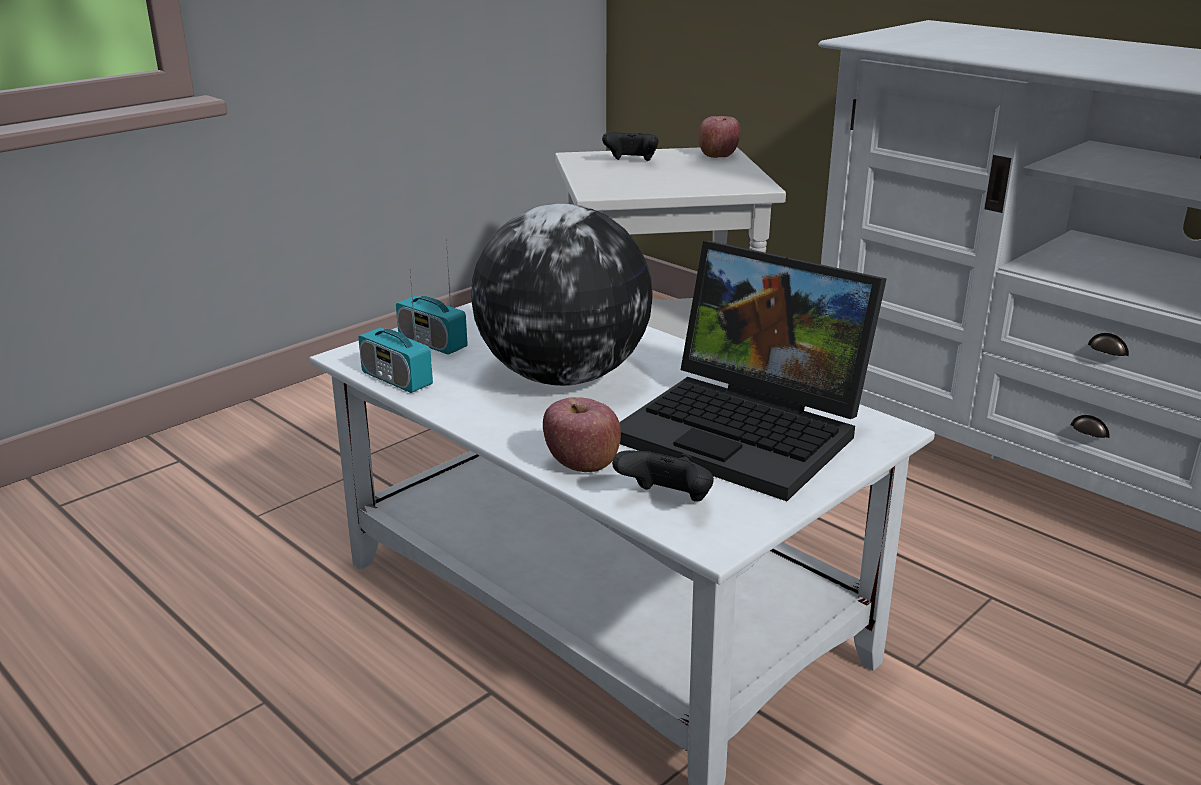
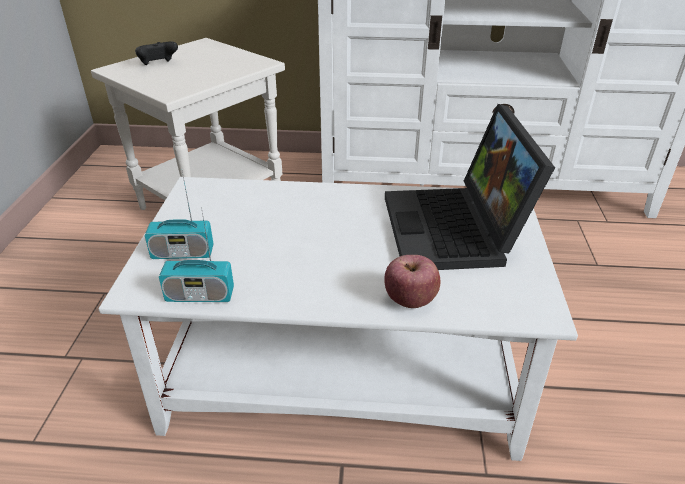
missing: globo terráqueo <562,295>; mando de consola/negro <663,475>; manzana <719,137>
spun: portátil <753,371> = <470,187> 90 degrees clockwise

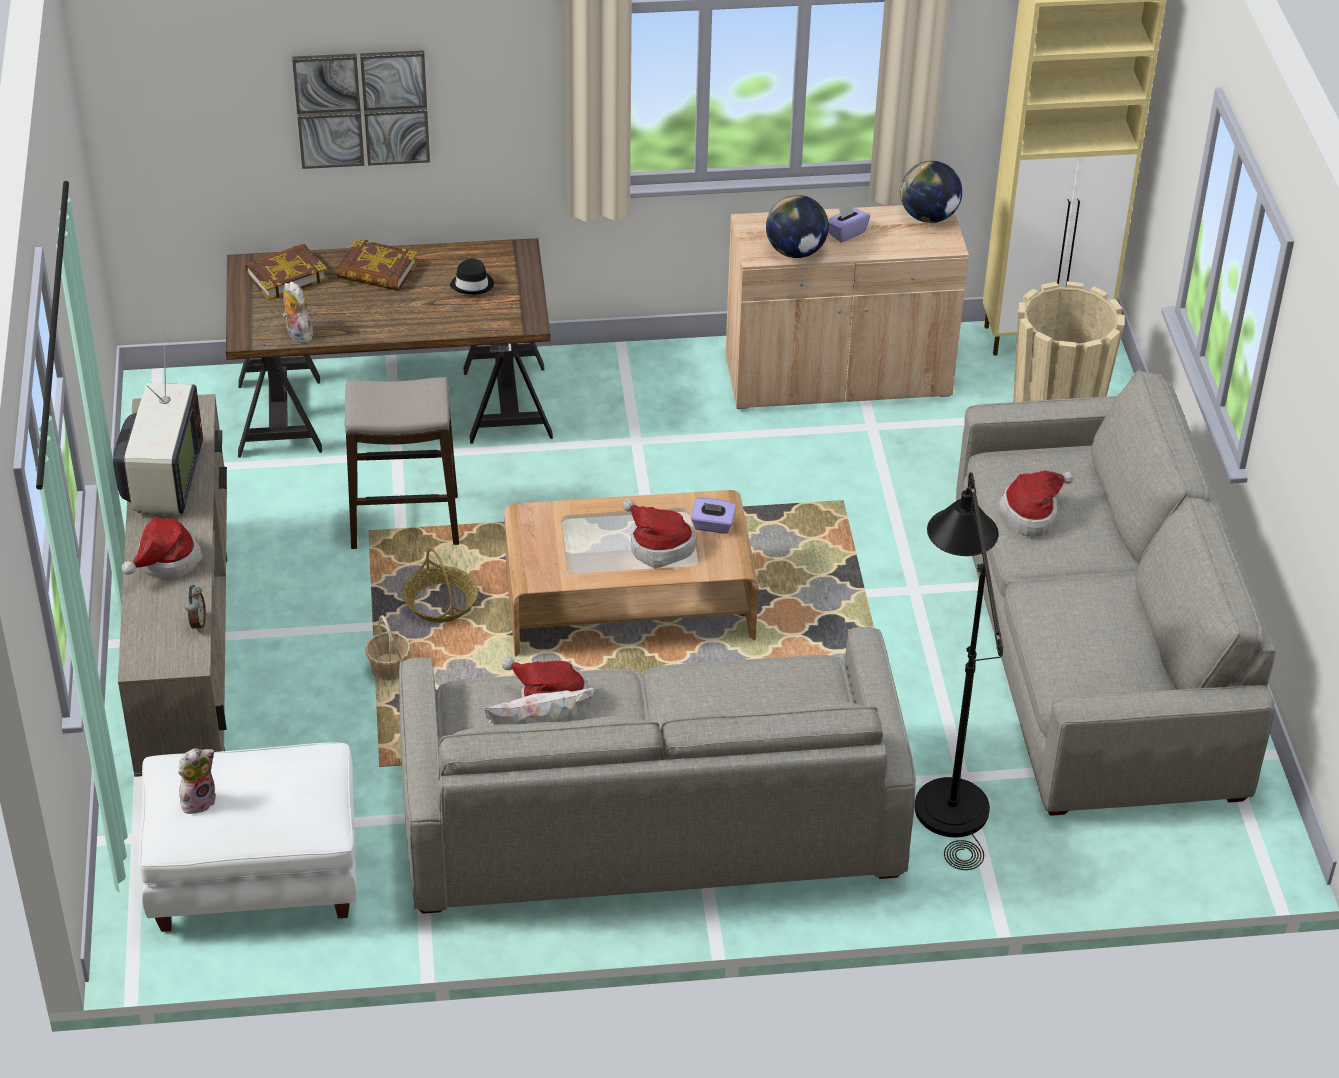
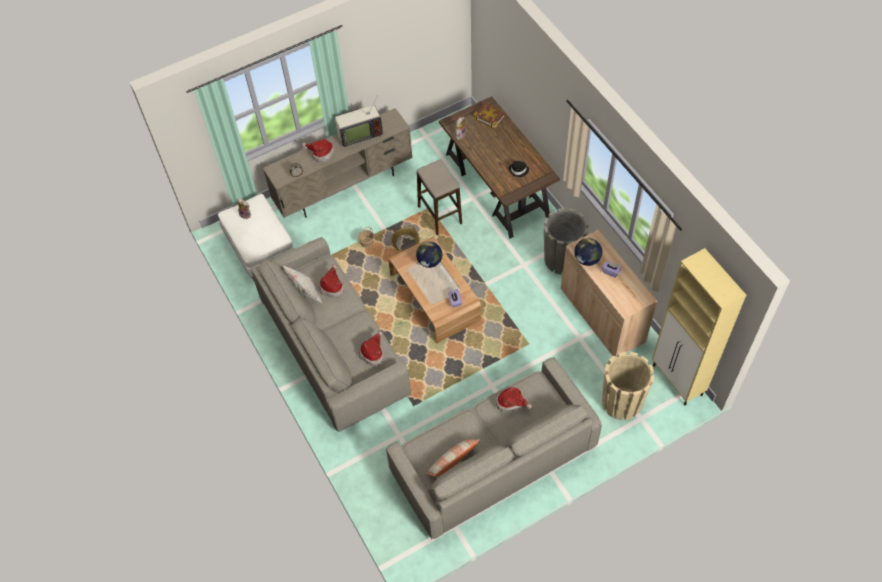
missing: cuadro <361,109>; libro <377,265>; lámpara de pie/negro <959,671>
appeared: cojín <452,458>; maceta/gris <566,241>
relocated: sombrero <659,533> to <371,348>; globo terráqueo <931,192> to <429,254>

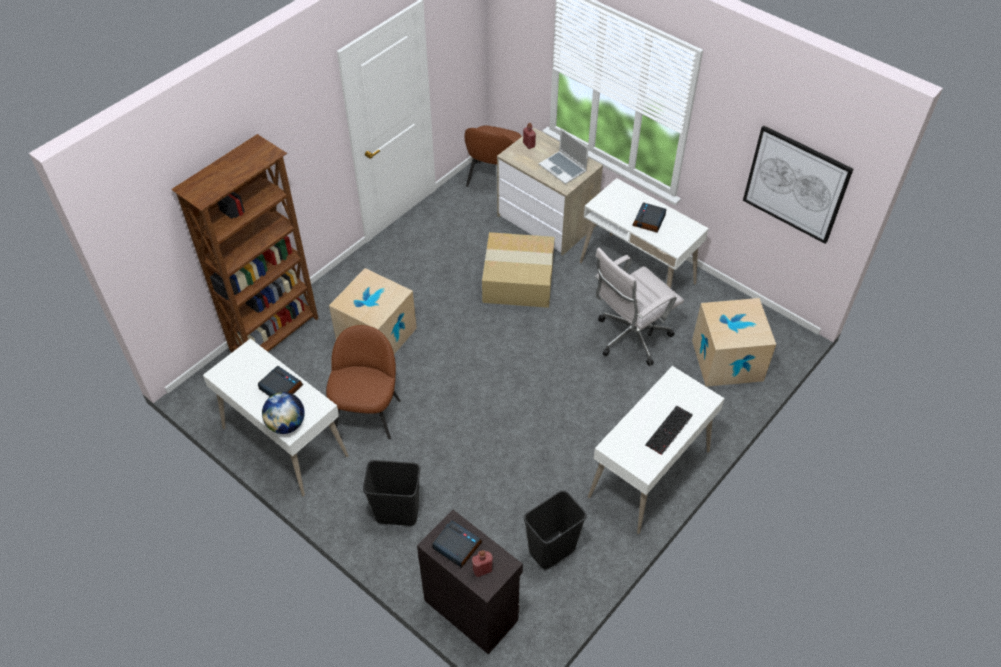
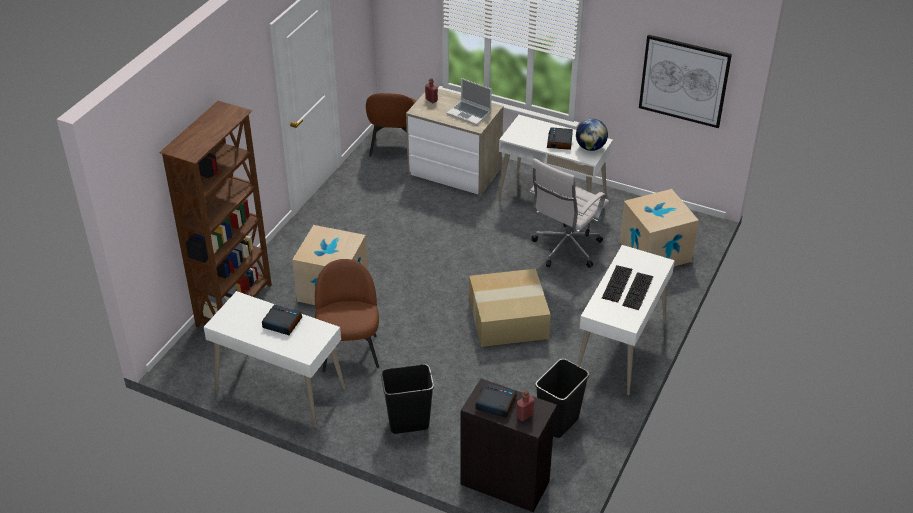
appeared: teclado <617,284>
relocated: globo terráqueo <283,413> to <592,135>; caja de cartón <518,270> to <510,308>

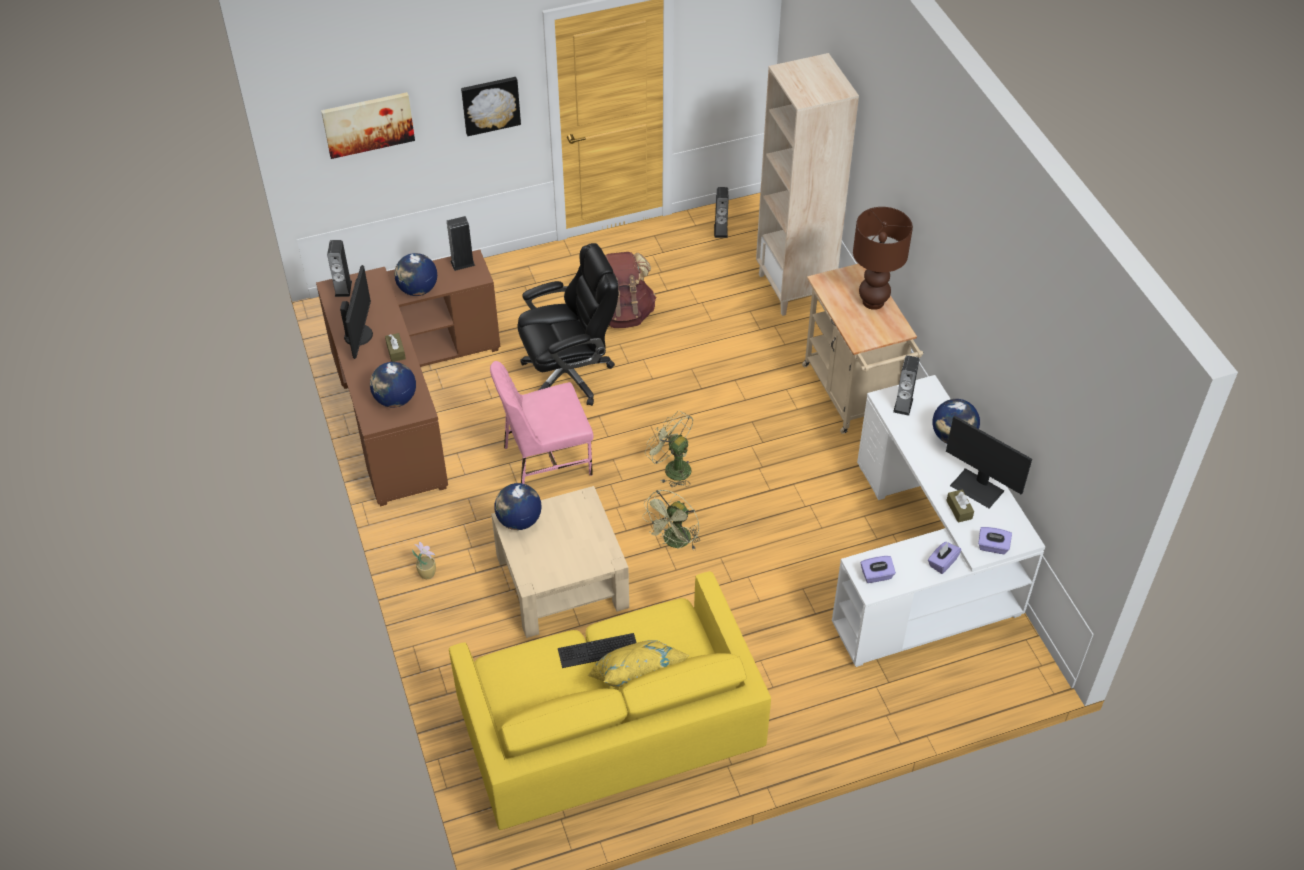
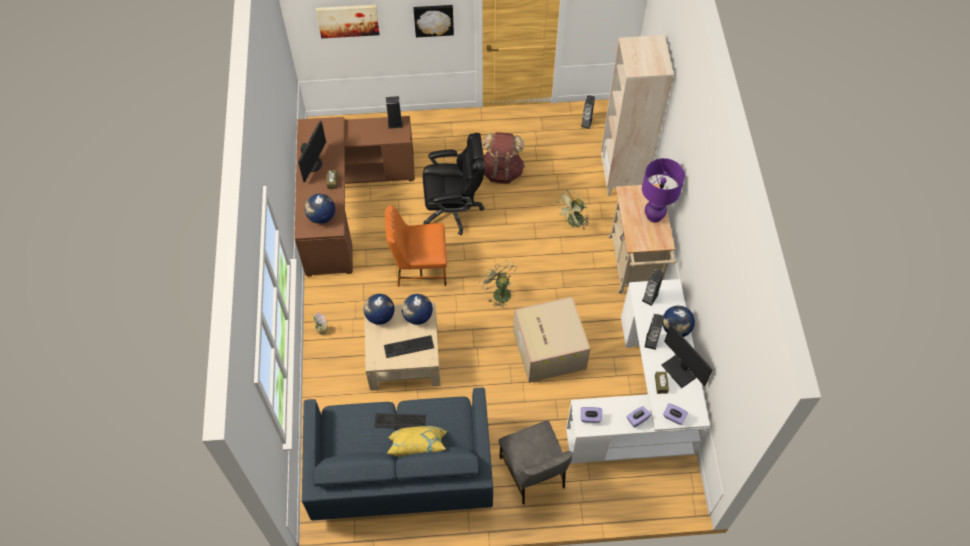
appeared: teclado <409,346>; silla/gris <535,462>; caja de cartón <551,340>
relocated: altavoz <339,268> to <654,332>; globo terráqueo <415,274> to <417,309>; ventilador/verde <671,520> to <572,210>
colour: sofá/amarillo <610,700> to sofá/azul <397,454>; silla/rosa <542,422> to silla/naranja <416,246>; lámpara de mesa/marrón <883,258> to lámpara de mesa/morado <663,190>

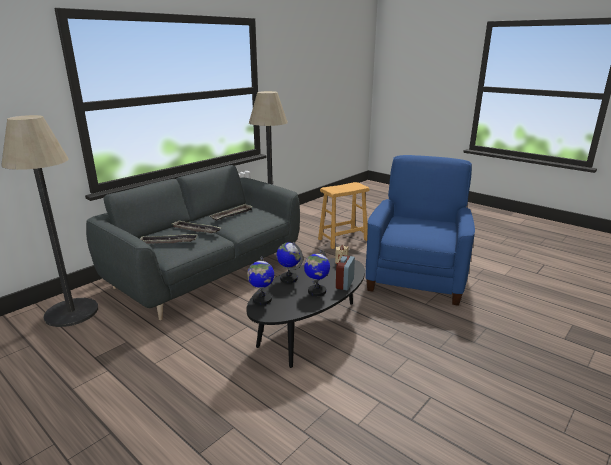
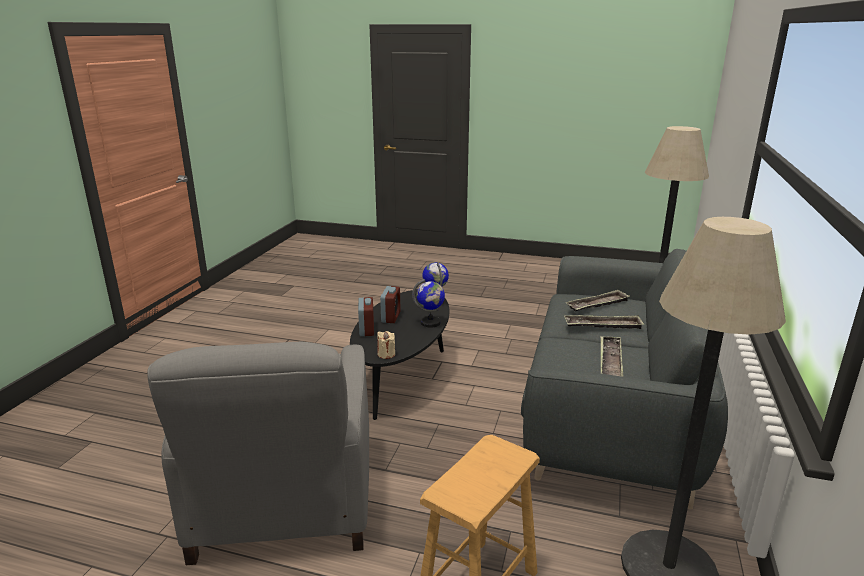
exchanged: globo terráqueo <317,273> to despertador <390,304>
colour: sillón/azul <420,230> to sillón/gris <258,453>

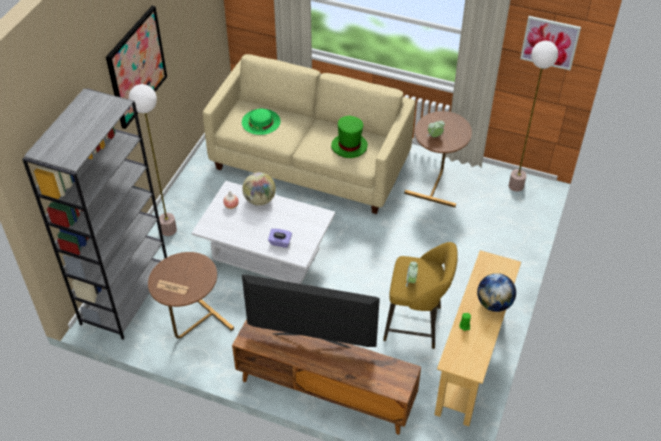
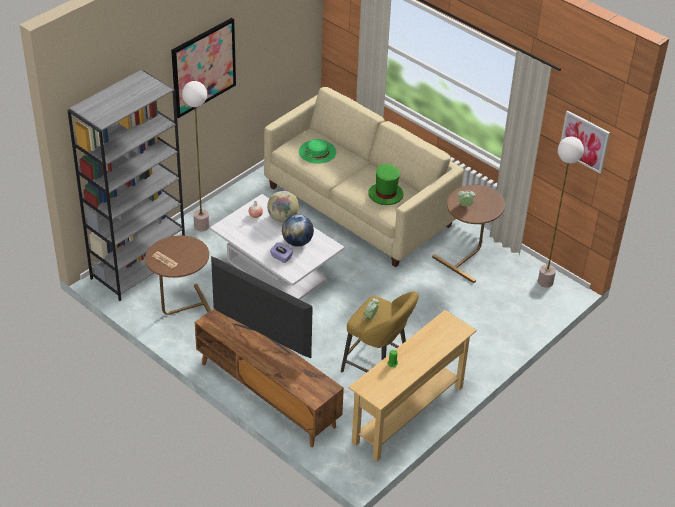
relocated: globo terráqueo <496,292> to <298,231>

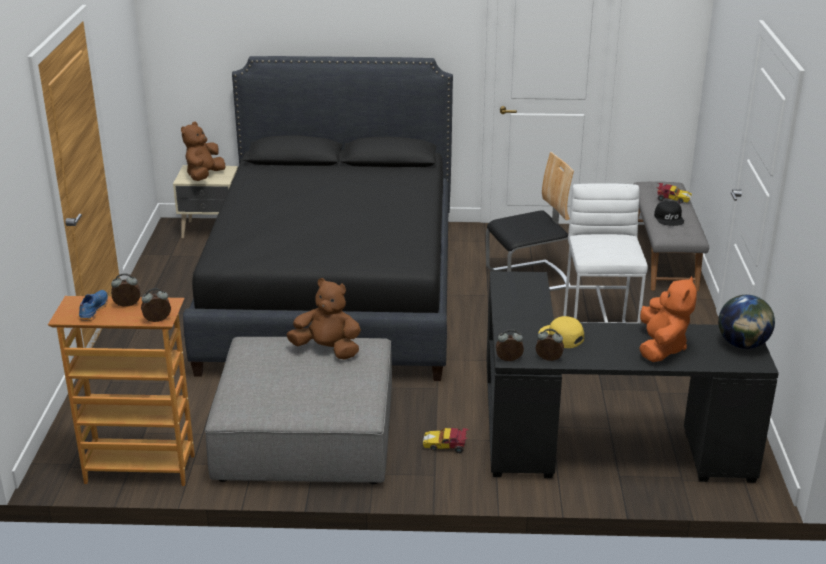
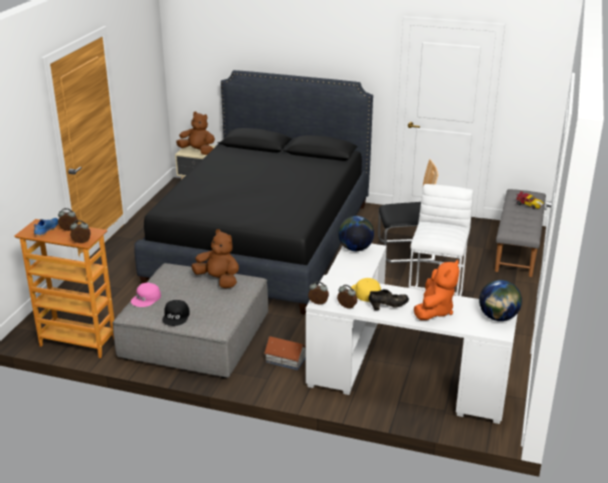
appeared: gorra/rosa <146,295>; globo terráqueo <356,233>; zapato/negro <389,299>
relocated: gorra/negro <669,213> to <176,313>
exchanged: coche de juguete <445,440> to casita <285,353>
colour: escritorio/negro <633,377> to escritorio/blanco <412,334>
spun: peluche/marrón <203,151> = <195,133> 75 degrees clockwise

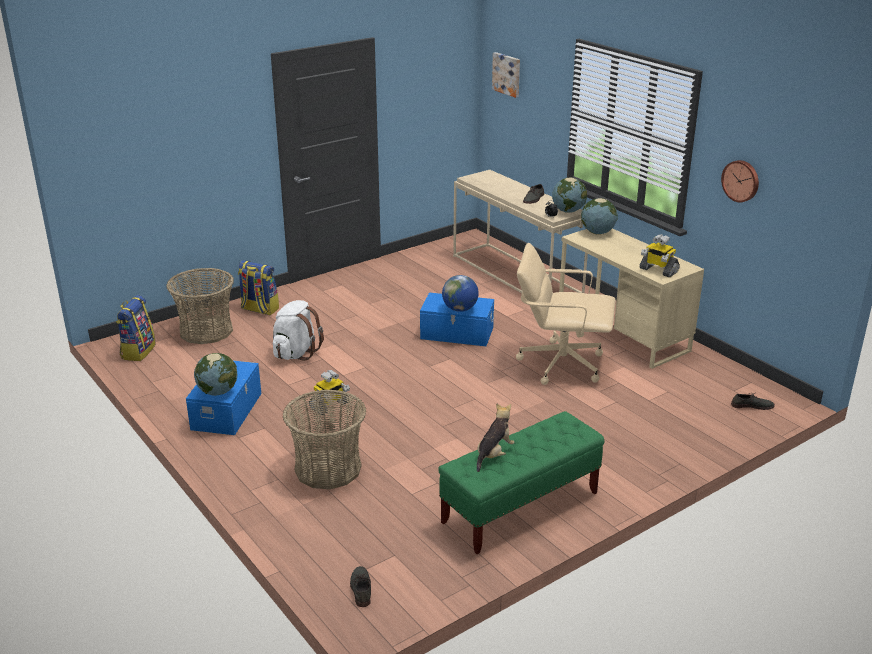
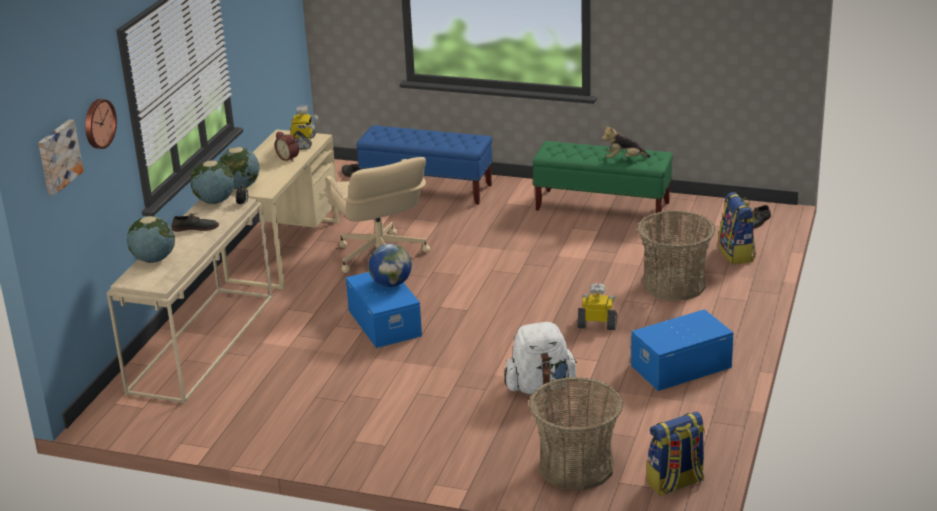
appeared: despertador <287,146>; banco/azul <425,165>
relocated: globo terráqueo <215,374> to <151,239>; mochila <258,287> to <737,228>; reloj de pared <740,181> to <101,124>

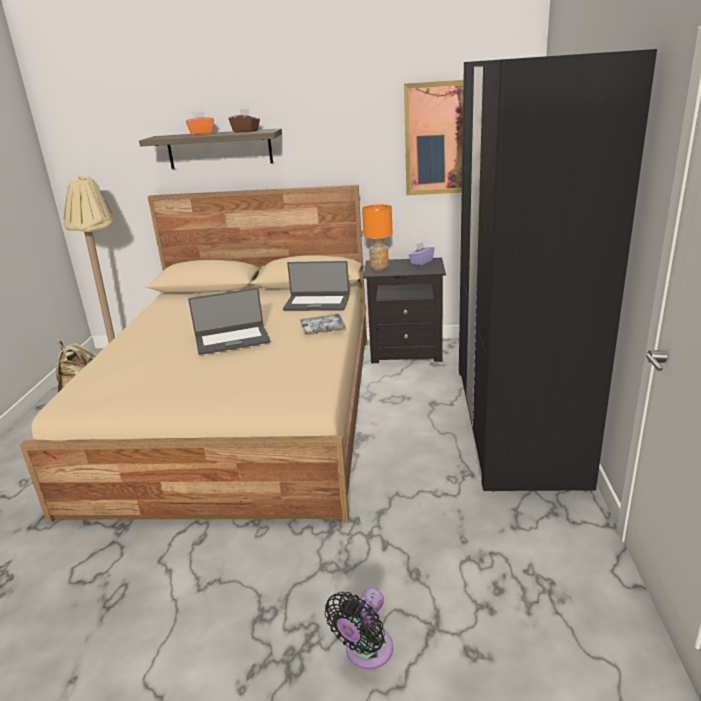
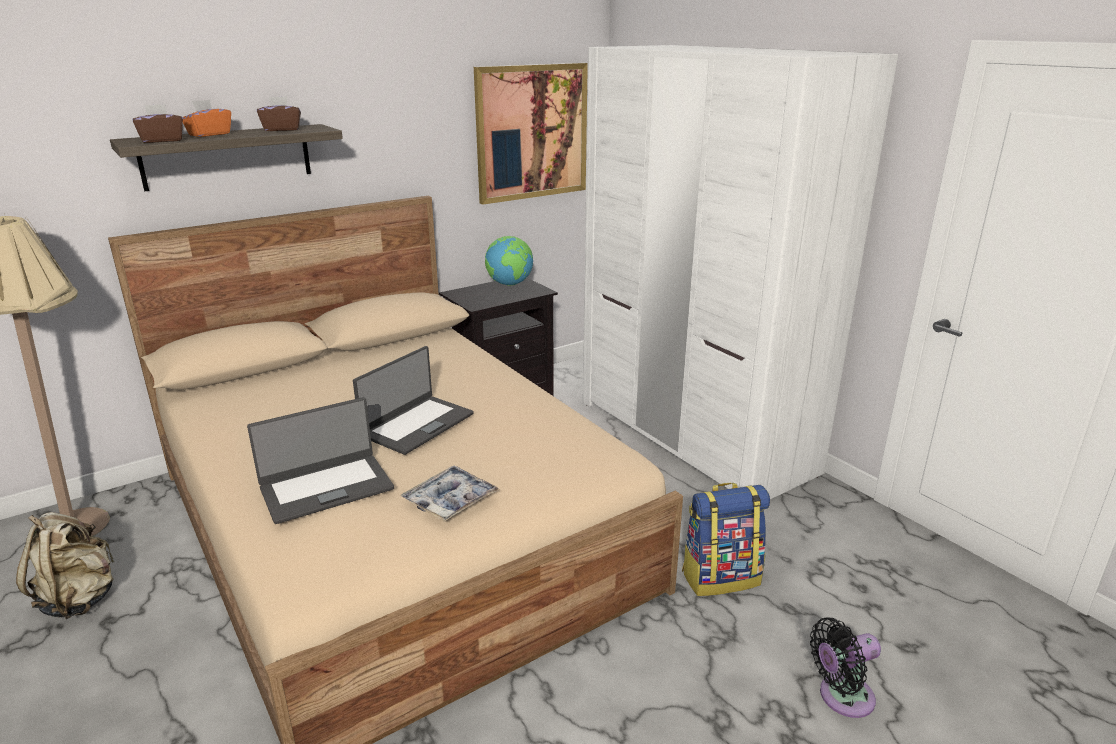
missing: lámpara de mesa/naranja <377,237>
appeared: caja de pañuelos/marrón <158,123>; mochila <726,539>
relocated: portátil <316,286> to <320,460>; bandeja <323,324> to <450,493>
exchanged: caja de pañuelos/morado <422,254> to globo terráqueo <509,261>
colour: armario ropero/negro <558,270> to armario ropero/blanco <740,272>
spun: ventilador/negro <359,628> = <845,667> 75 degrees clockwise

